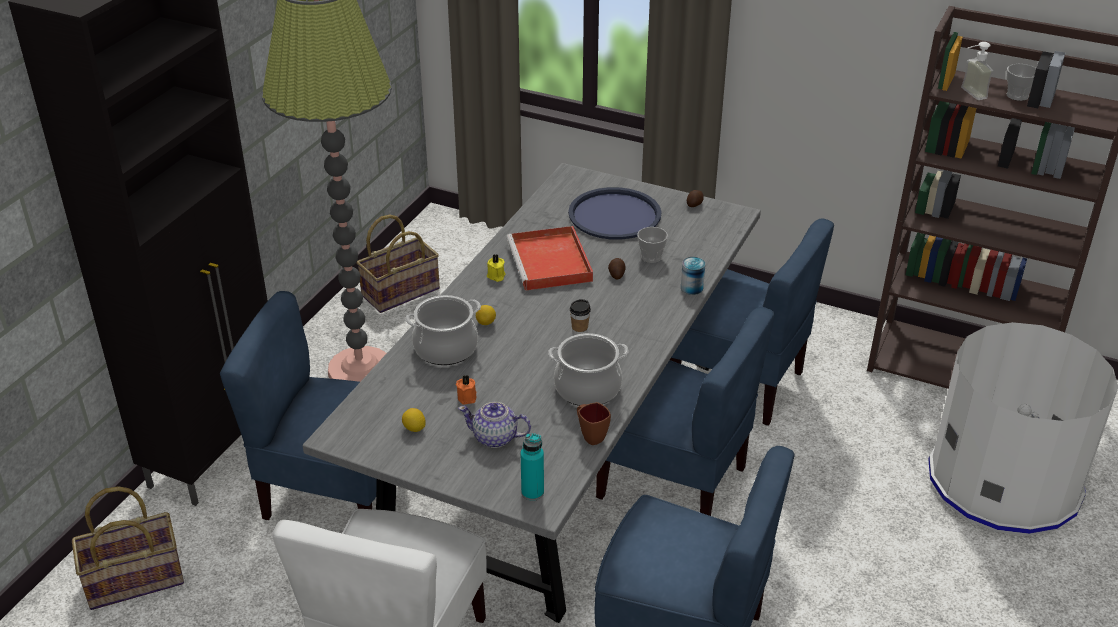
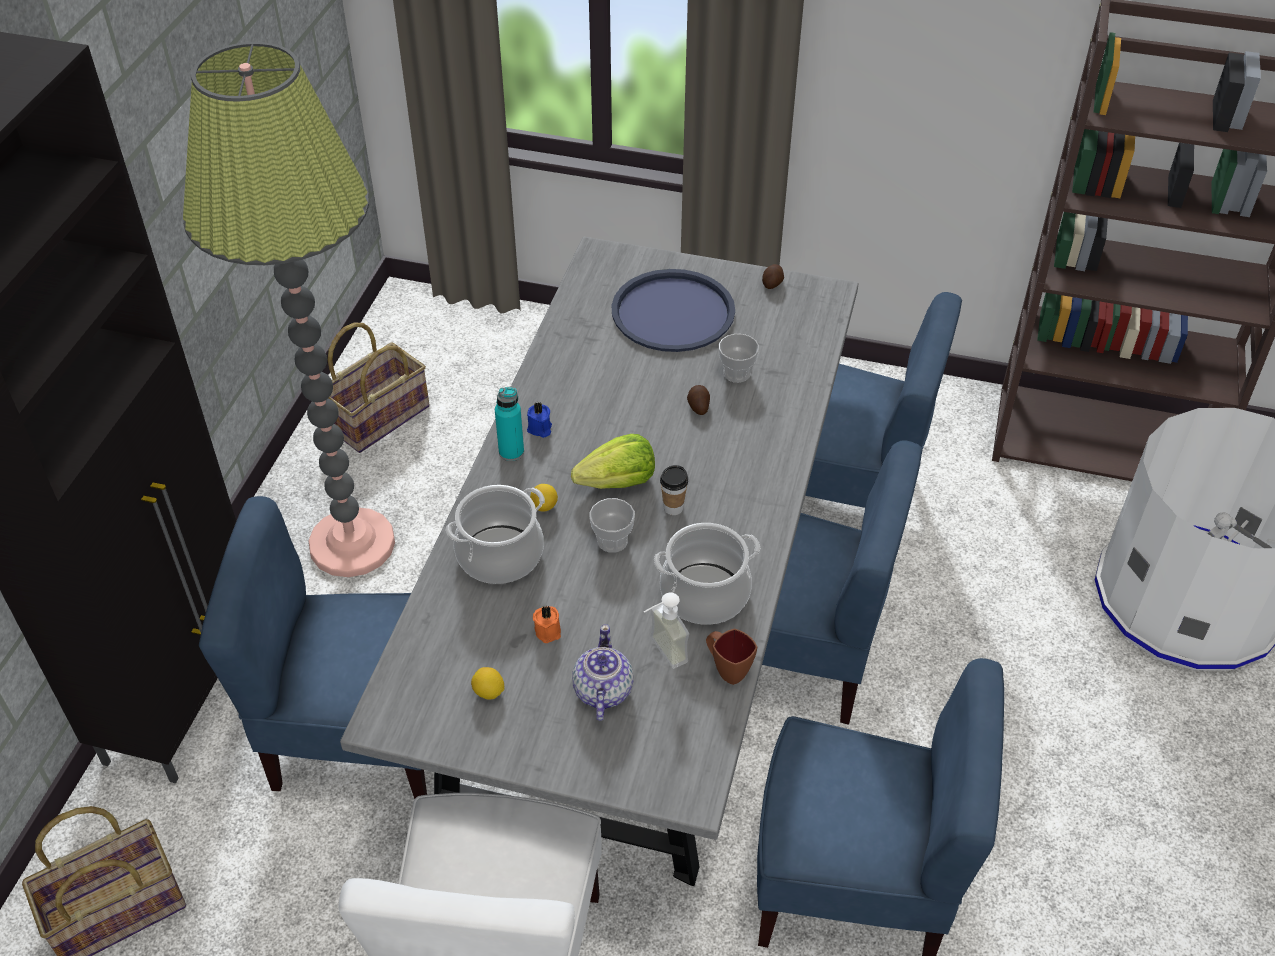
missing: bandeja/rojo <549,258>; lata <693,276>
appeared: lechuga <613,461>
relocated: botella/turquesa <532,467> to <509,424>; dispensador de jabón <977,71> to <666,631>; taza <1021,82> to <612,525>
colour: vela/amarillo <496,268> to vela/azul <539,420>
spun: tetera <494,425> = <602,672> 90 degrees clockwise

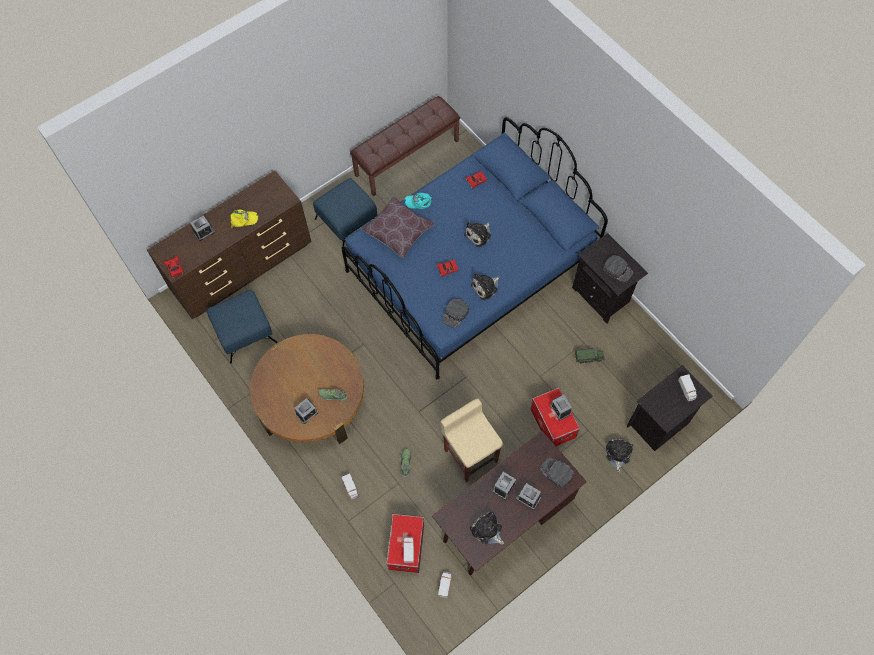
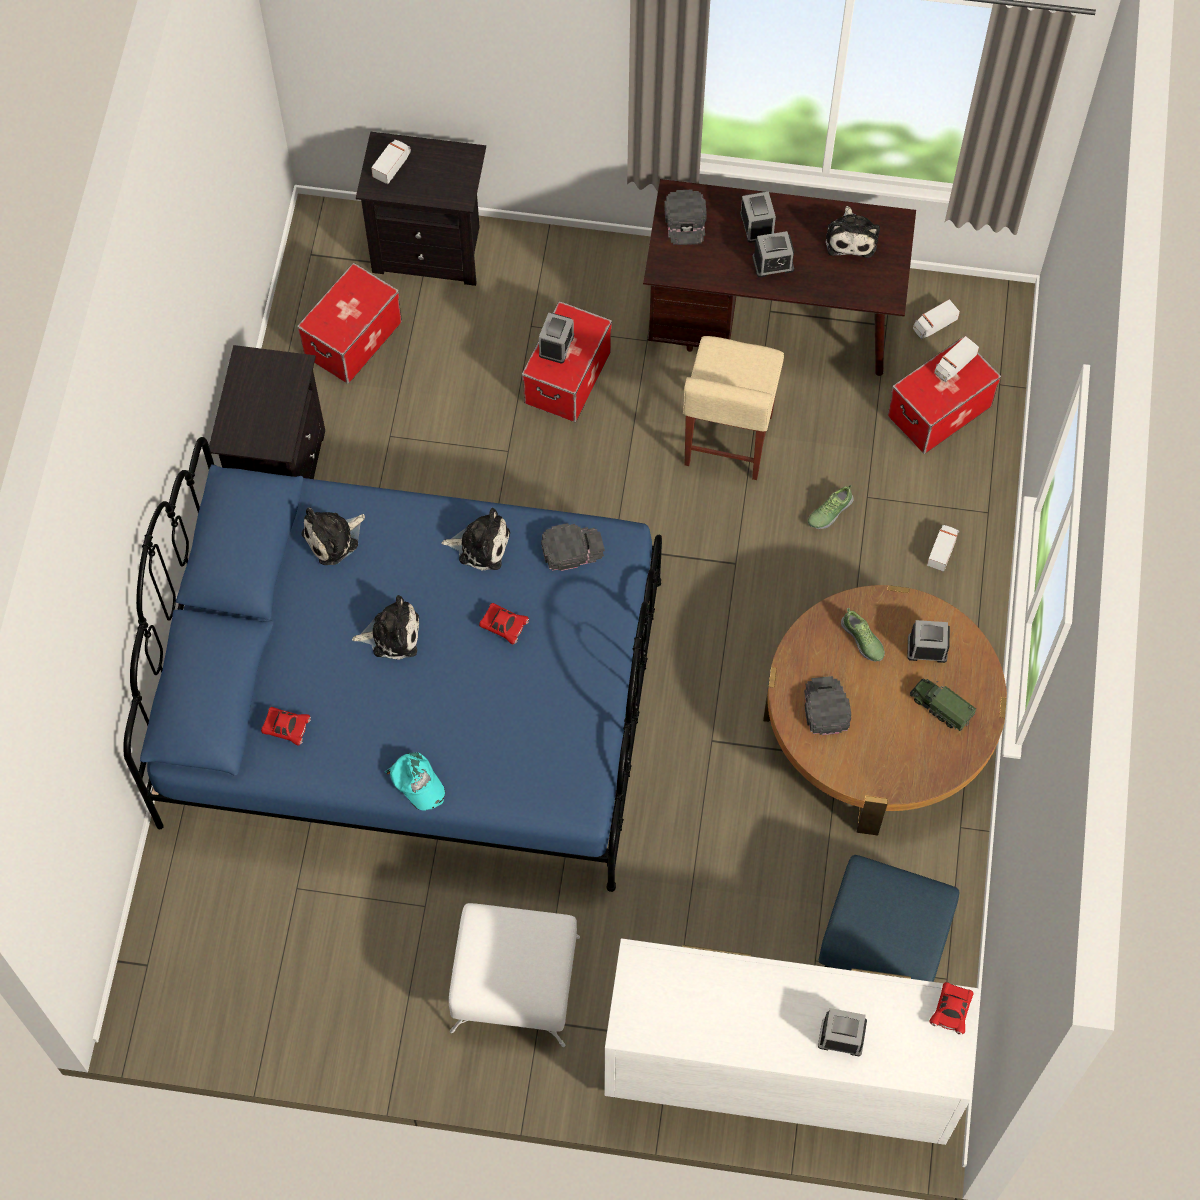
missing: gorra/amarillo <244,219>; banco/marrón <405,146>; cojín/marrón <398,227>
appeared: caja de almacenaje <349,323>
relocated: camión de juguete <590,355> to <943,705>; gorra/negro <618,268> to <827,705>; peluche <619,455> to <333,536>
colour: cómoda/marrón <229,245> to cómoda/blanco <792,1041>; puf/azul <345,212> to puf/blanco <514,975>

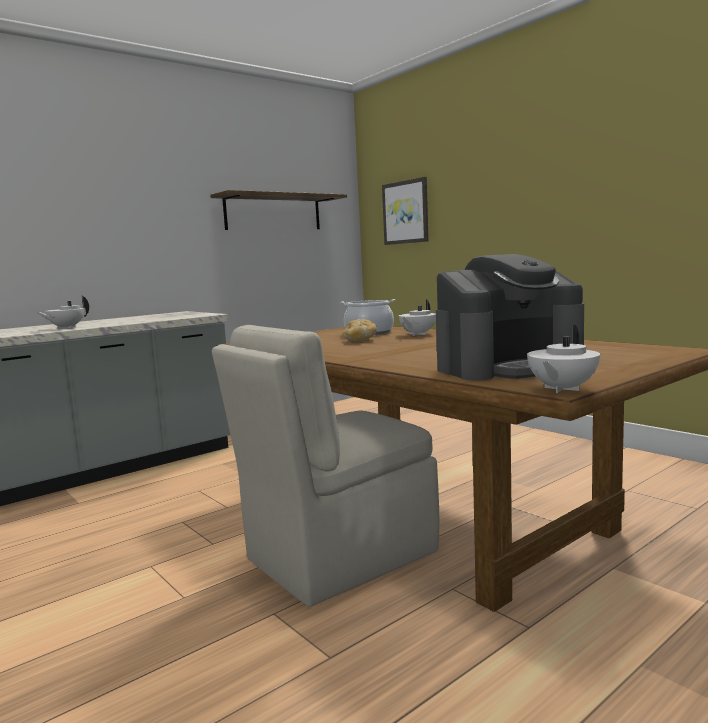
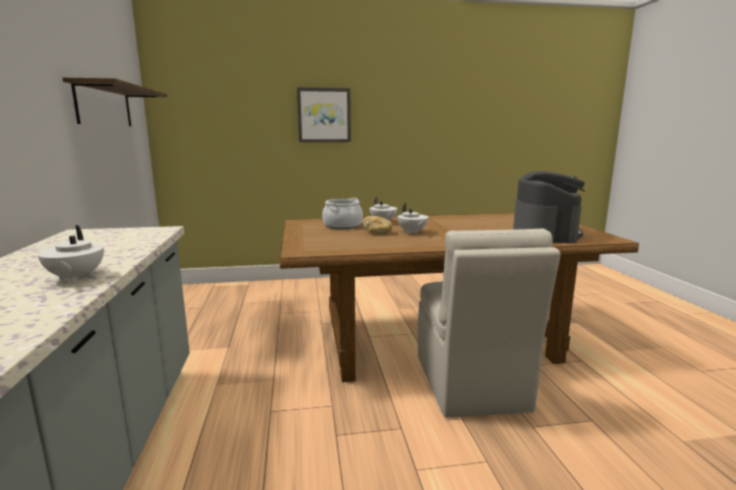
relocated: cuadro <405,211> to <324,114>; tetera/blanco <563,359> to <412,218>

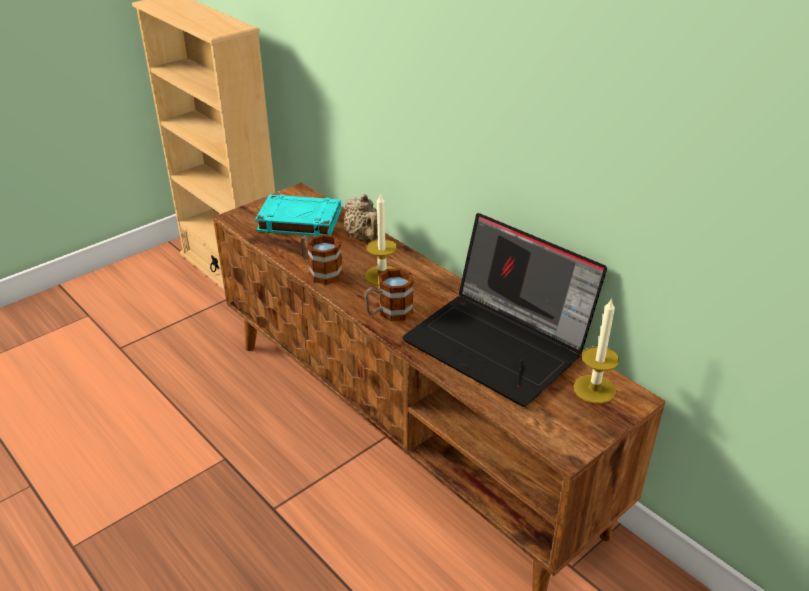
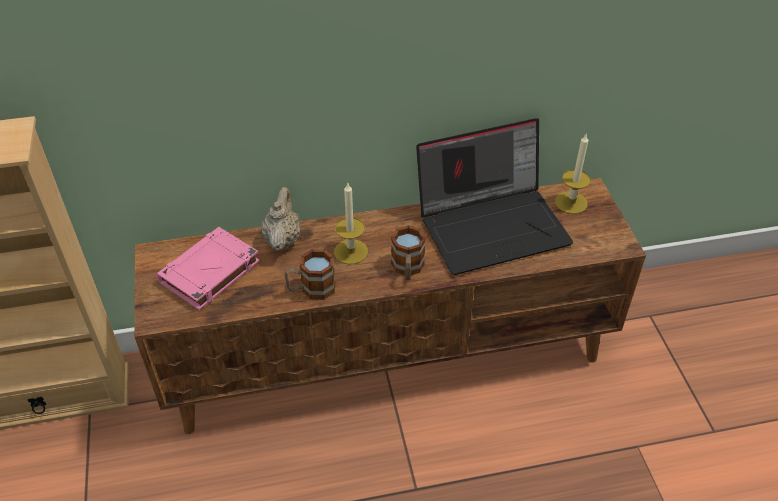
colour: libro/turquesa <298,215> to libro/rosa <208,268>
spun: tetera/beis <361,217> = <281,219> 90 degrees counterclockwise

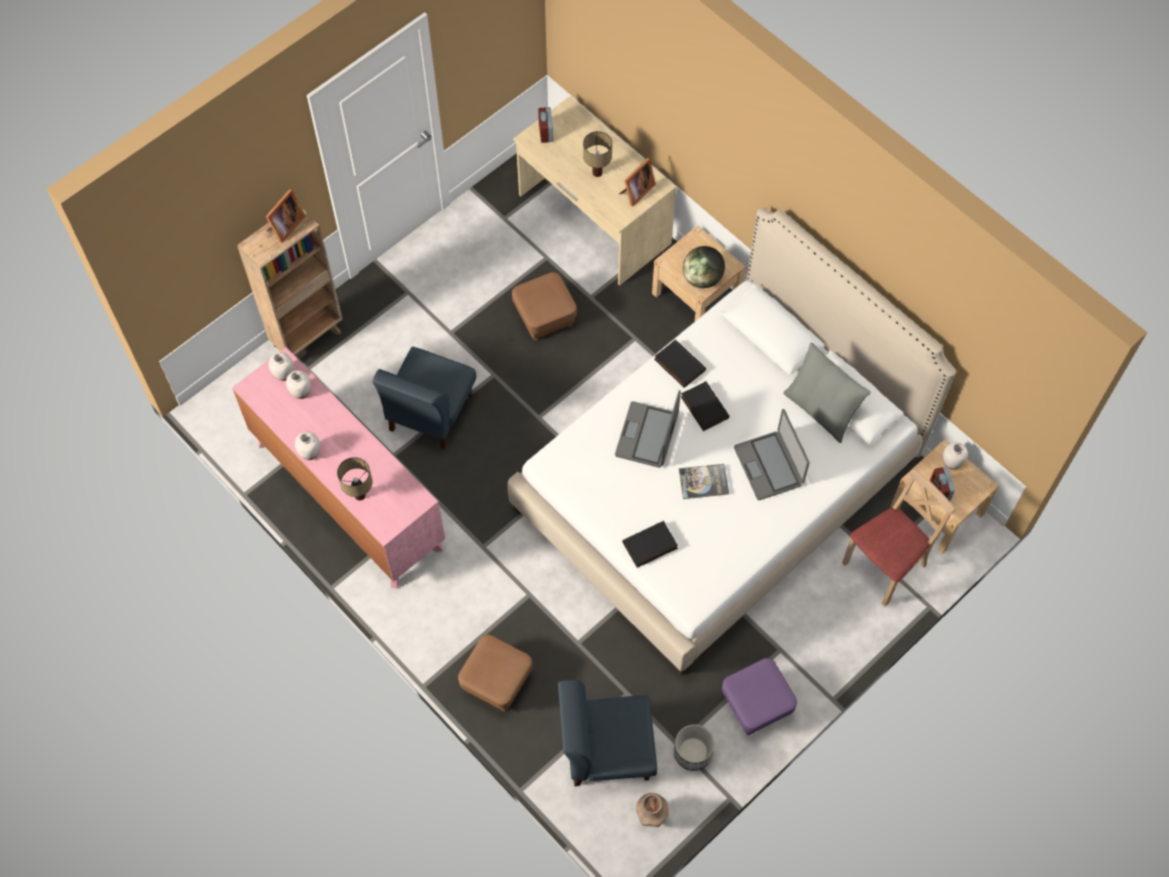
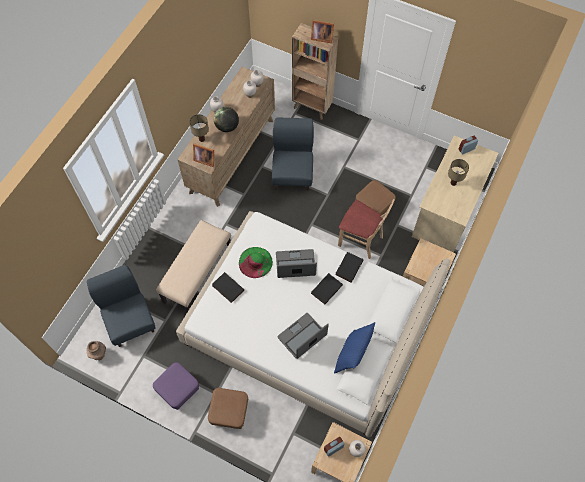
missing: maceta <694,747>; libro <704,481>
appeared: banco/beis <193,266>; sombrero/verde <256,262>
relocated: puf/marrón <495,673> to <228,408>; portarretratos <637,182> to <203,155>; globo terráqueo <704,267> to <226,119>; silla/beis <898,537> to <366,229>
colour: cómoda/rosa <338,468> to cómoda/marrón <226,137>; cojín/gris <827,392> to cojín/azul <354,348>
spun: silla/azul <424,398> = <293,153> 90 degrees clockwise

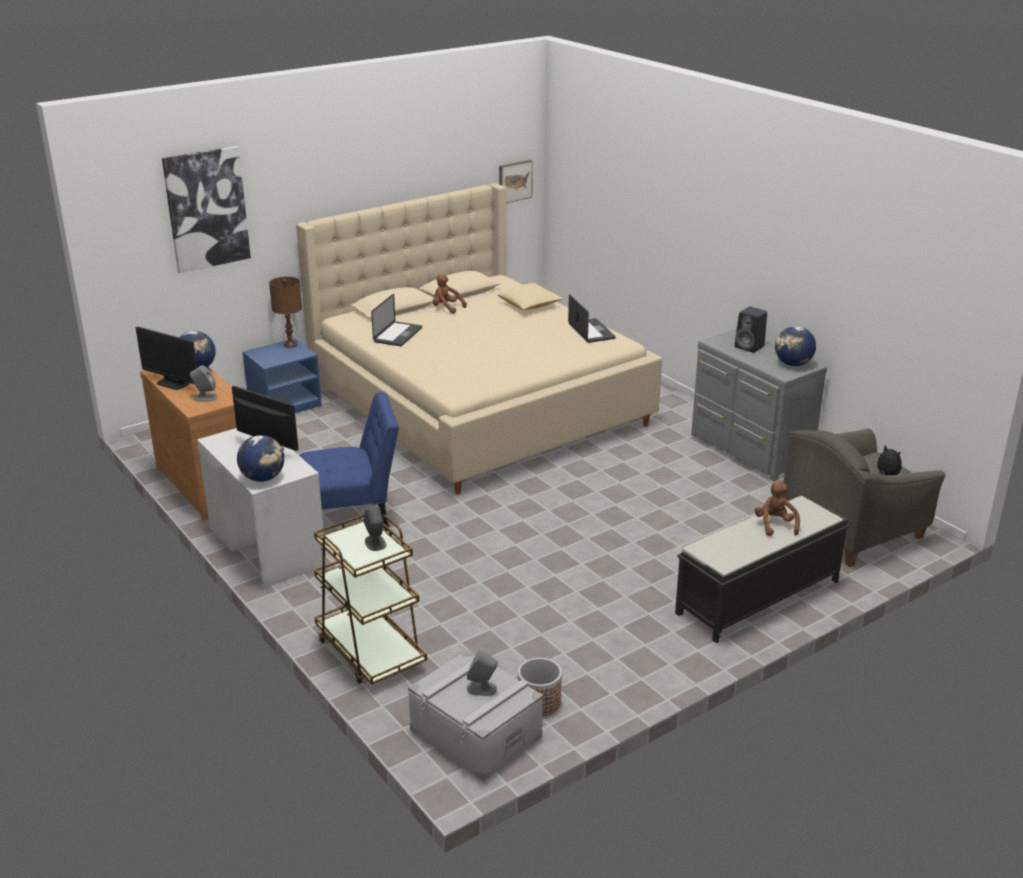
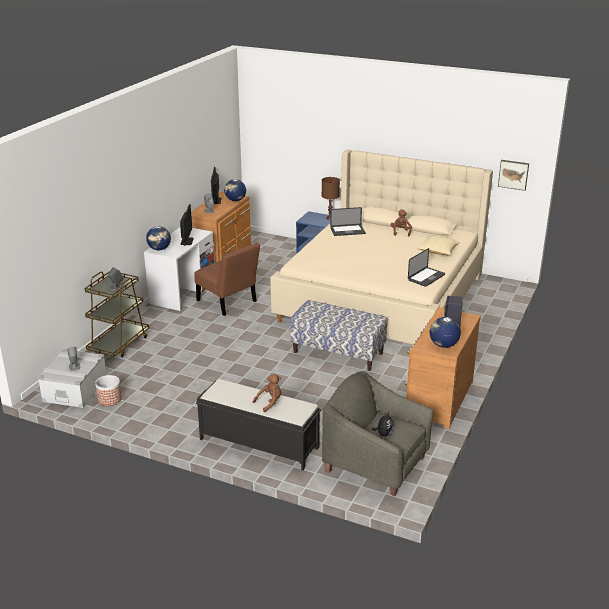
missing: cuadro <206,209>
appeared: banco <338,335>
colour: silla/azul <349,461> to silla/marrón <227,279>; cómoda/gris <759,405> to cómoda/marrón <443,368>

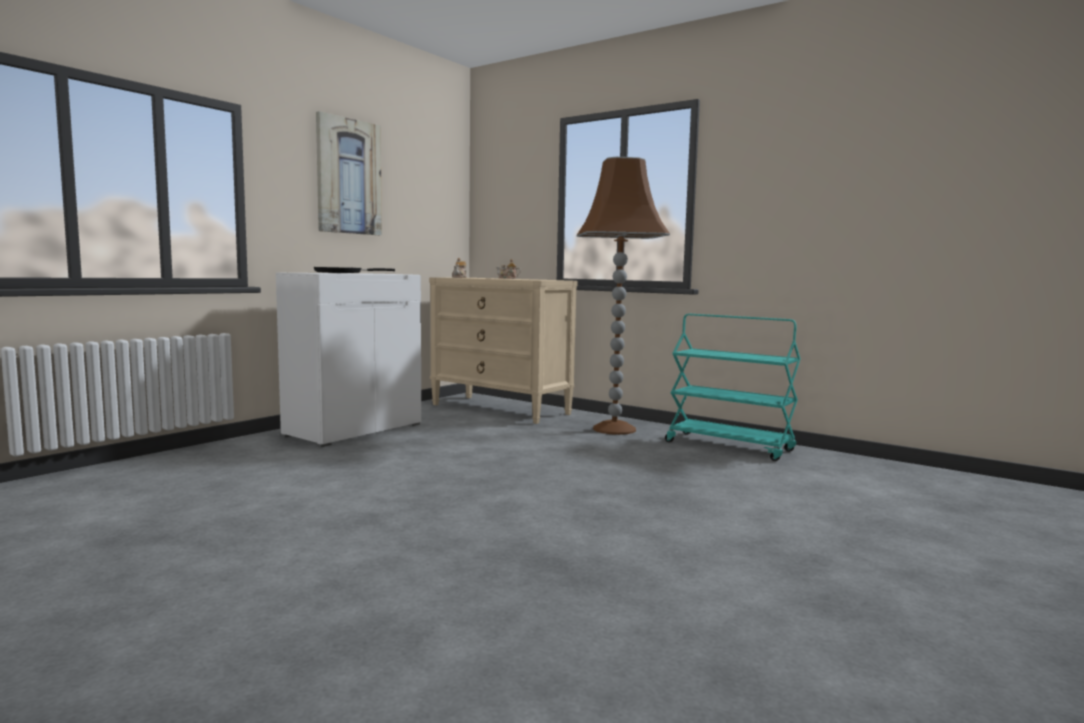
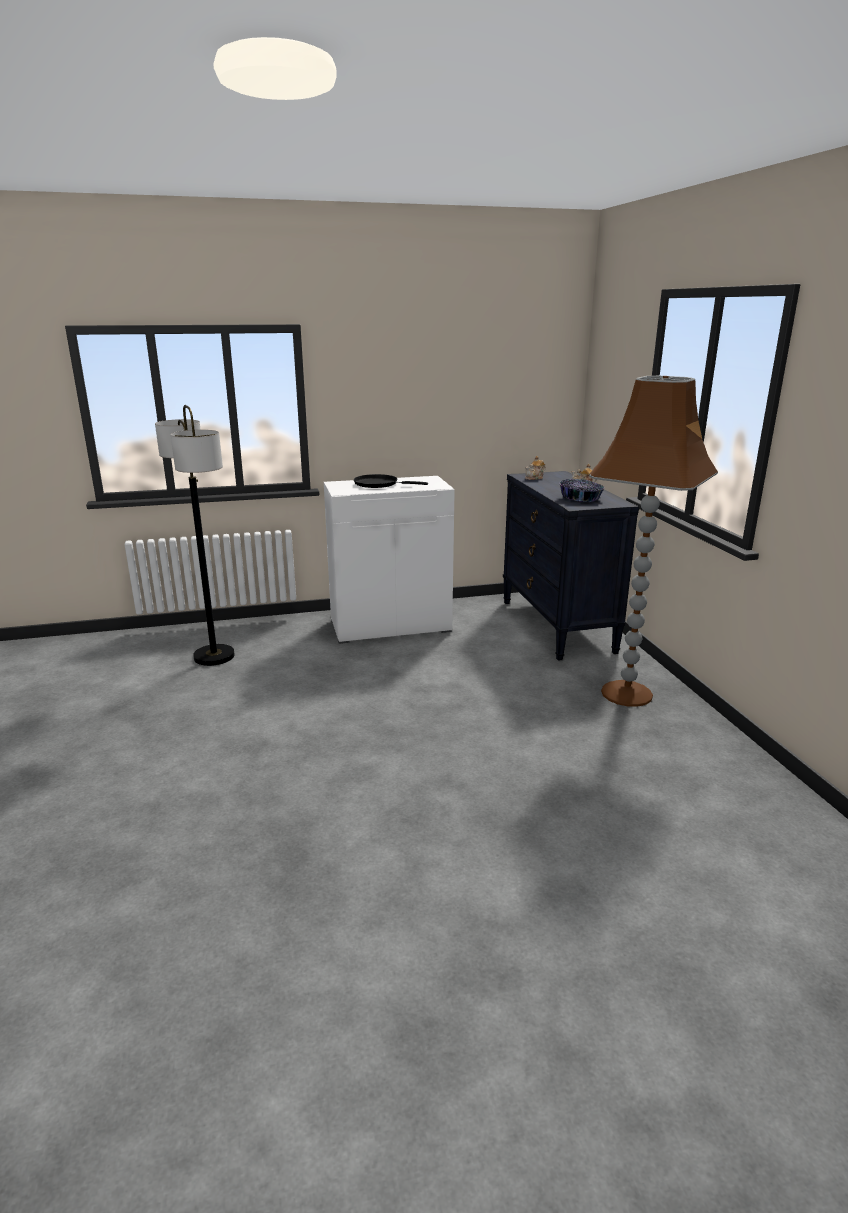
missing: cuadro <349,173>; carrito/turquesa <732,387>
appeared: lámpara de pie <195,535>; cuenco <582,490>
colour: cómoda/beis <503,350> to cómoda/negro <571,566>

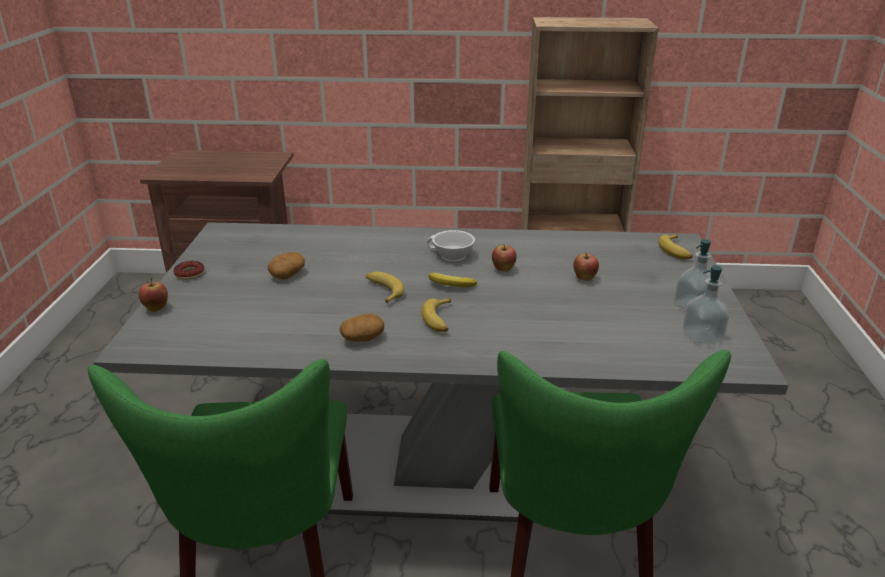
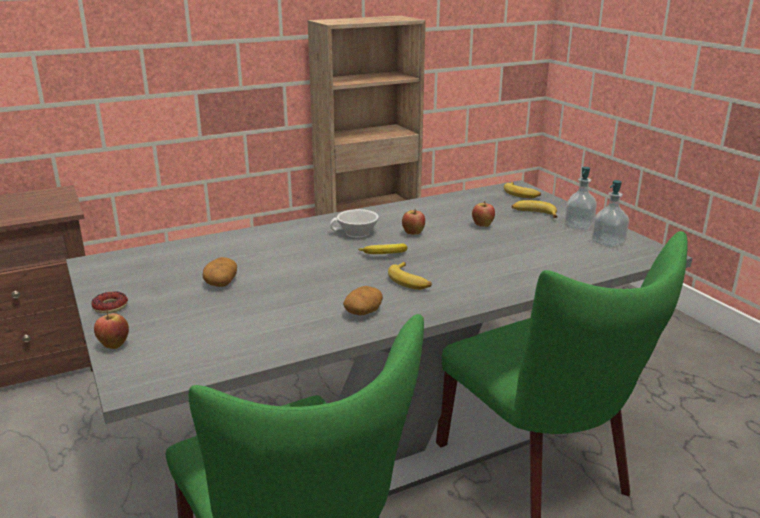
relocated: plátano <385,287> to <535,209>

